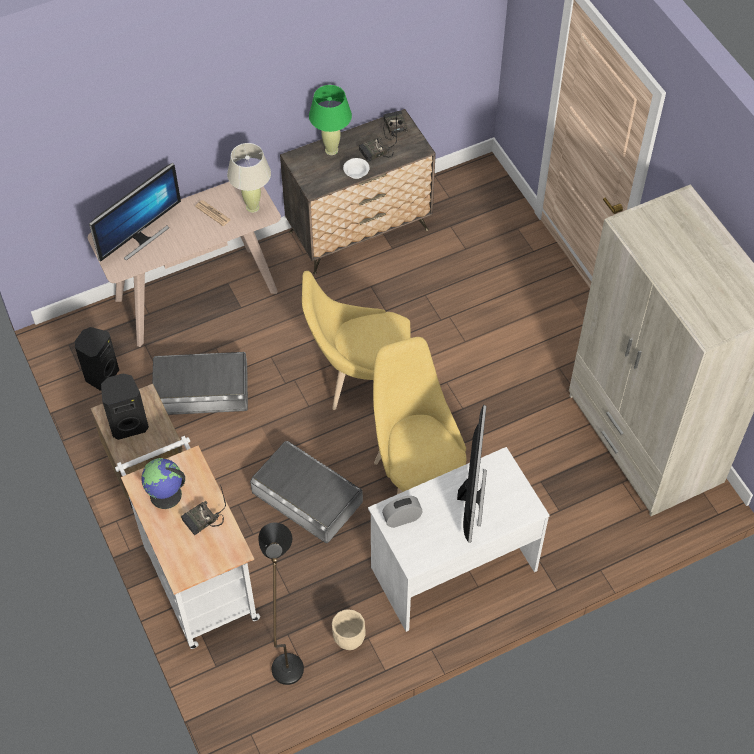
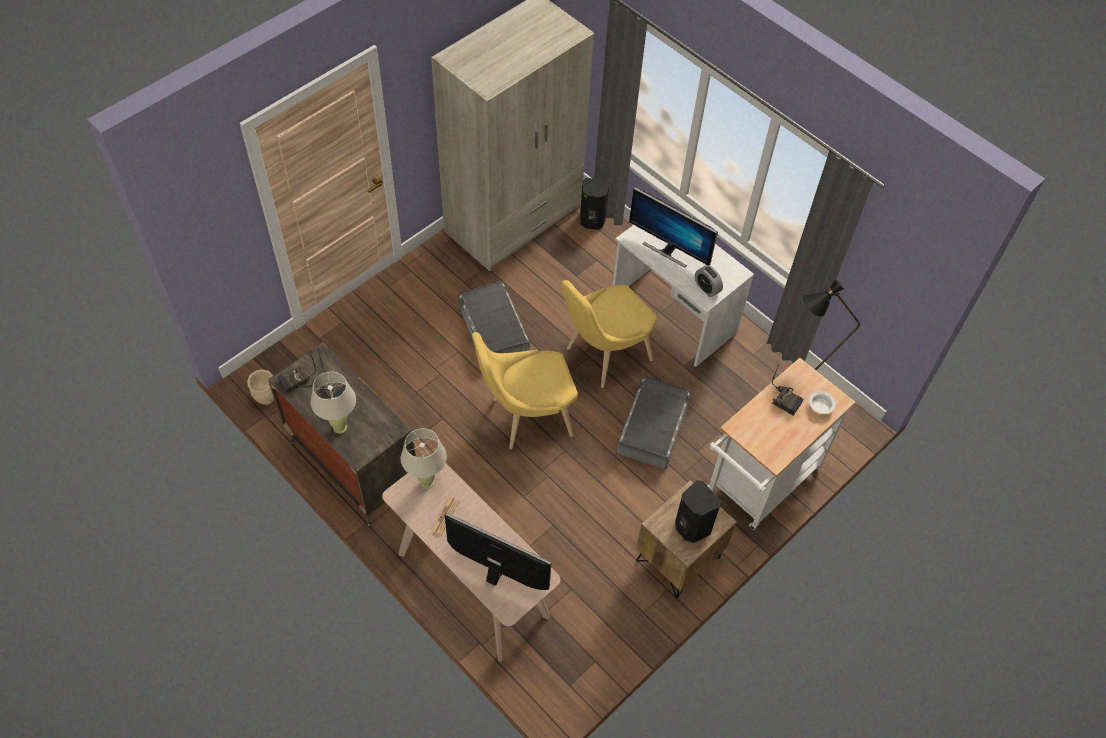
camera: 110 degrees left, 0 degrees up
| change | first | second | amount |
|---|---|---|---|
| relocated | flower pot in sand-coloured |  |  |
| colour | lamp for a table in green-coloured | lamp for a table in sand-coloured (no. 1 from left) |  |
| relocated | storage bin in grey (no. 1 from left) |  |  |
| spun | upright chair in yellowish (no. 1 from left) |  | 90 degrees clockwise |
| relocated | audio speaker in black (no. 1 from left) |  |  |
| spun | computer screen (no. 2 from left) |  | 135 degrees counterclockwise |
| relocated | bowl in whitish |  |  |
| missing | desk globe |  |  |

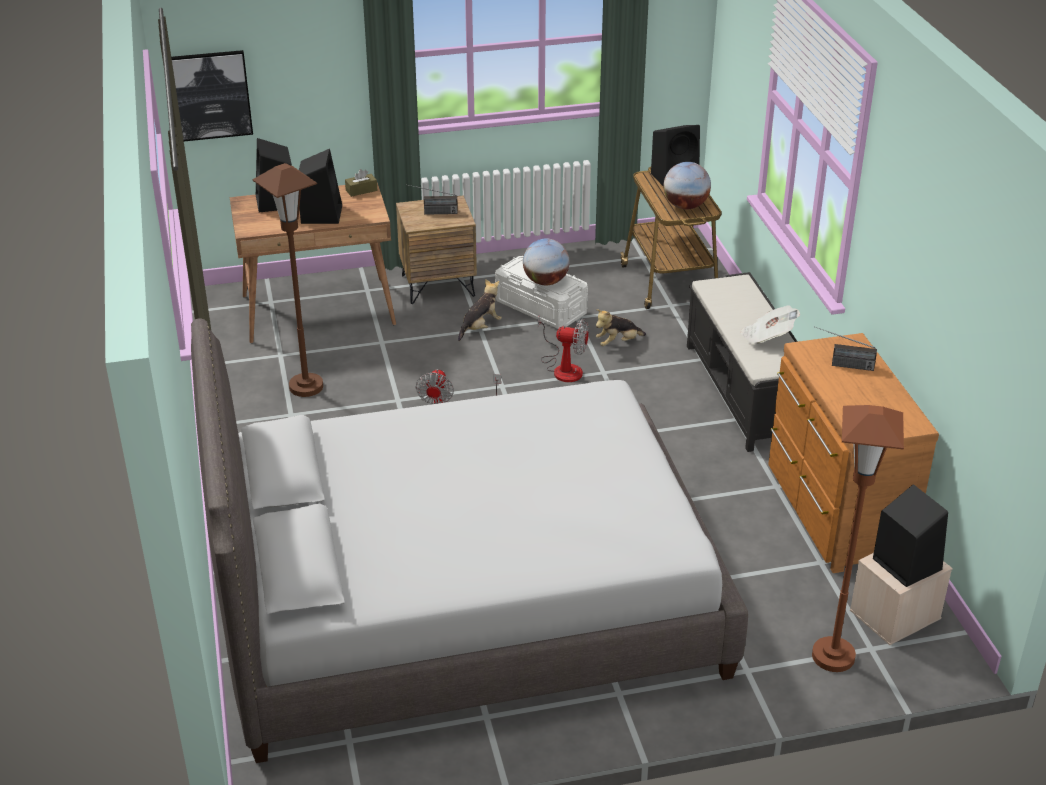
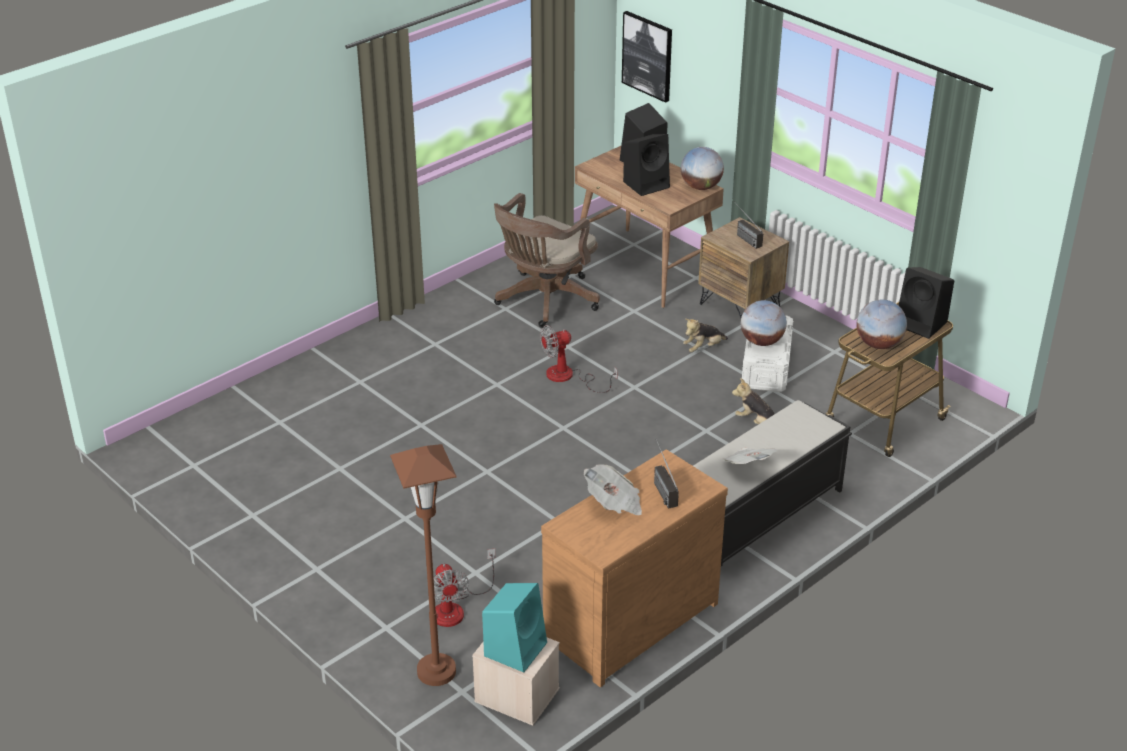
camera: 60 degrees right, 0 degrees up
| change | first | second | amount |
|---|---|---|---|
| relocated | electric fan (no. 2 from left in the first image) | electric fan (no. 1 from left) |  |
| colour | audio speaker in black (no. 4 from left) | audio speaker in turquoise |  |
| exchanged | standing lamp in brownish (no. 1 from left) | office chair in brownish |  |
| appeared |  | daily paper (no. 1 from left) |  |
| exchanged | box of tissues in brownish | desk globe (no. 1 from left) |  |
| spun | cuddly toy (no. 1 from left) |  | 135 degrees clockwise |
| missing | sleeping bed in grey |  |  |

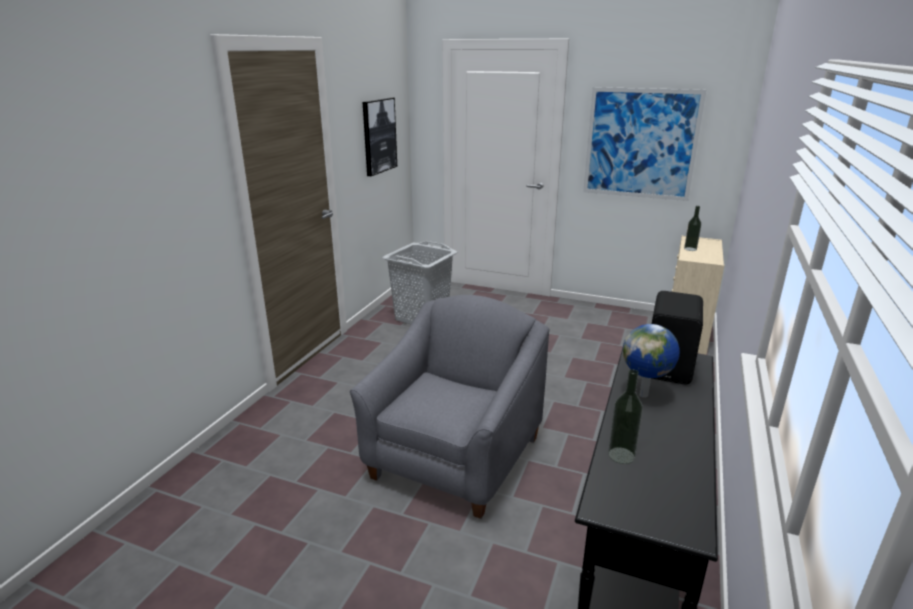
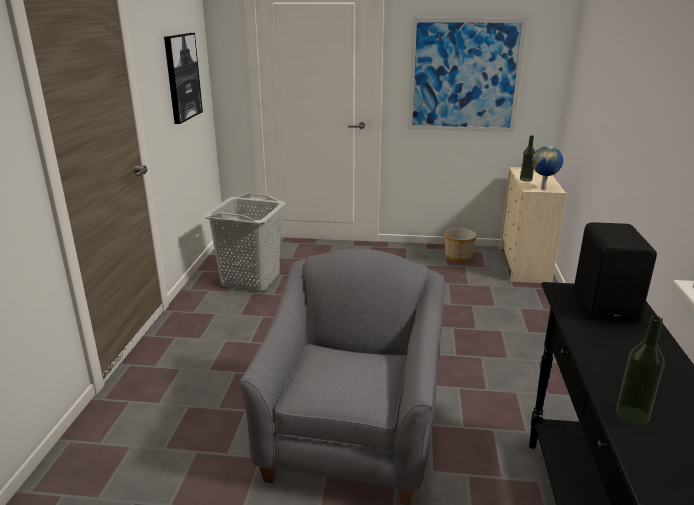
camera: 15 degrees left, 0 degrees up
| change | first | second | amount |
|---|---|---|---|
| appeared |  | flower pot |  |
| relocated | desk globe |  |  |

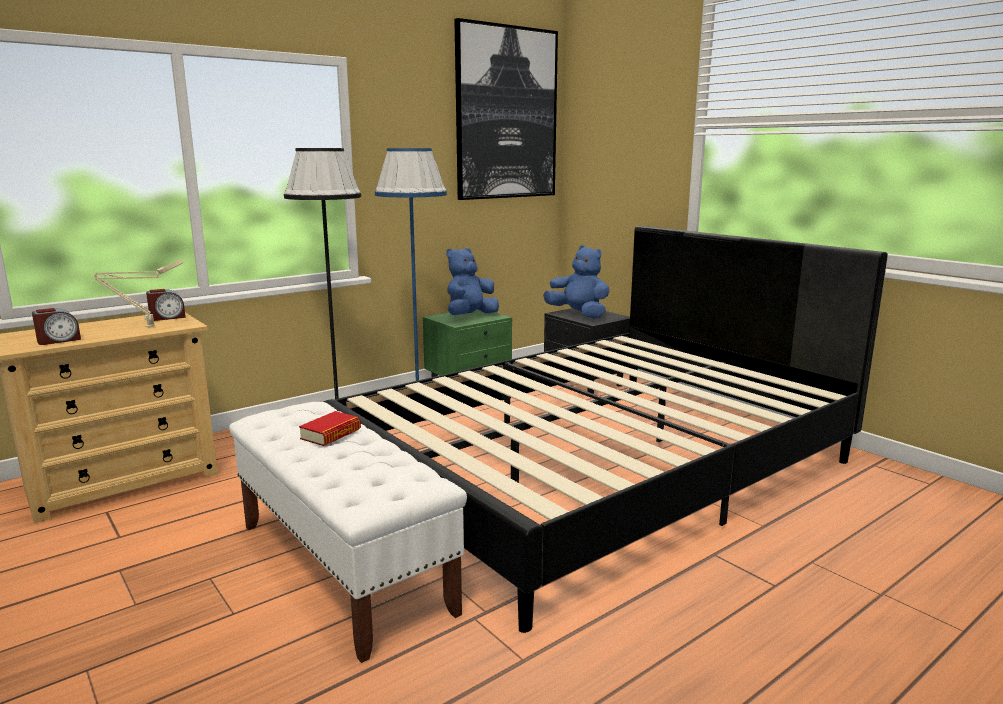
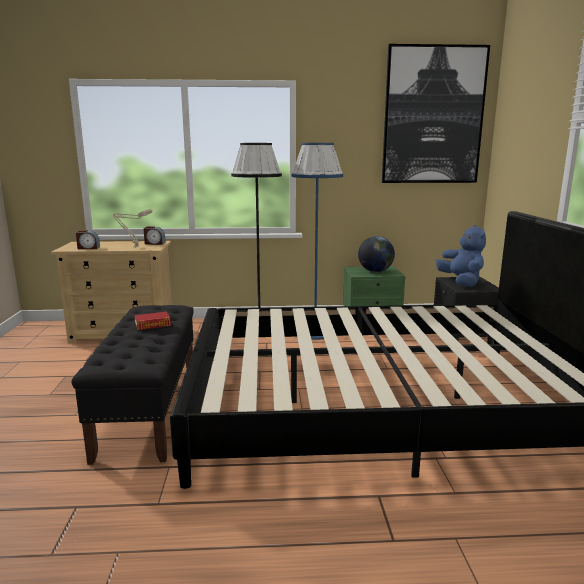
camera: 35 degrees right, 0 degrees up
| change | first | second | amount |
|---|---|---|---|
| colour | long seat in whitish | long seat in black |  |
| exchanged | cuddly toy in blue (no. 1 from left) | desk globe |  |

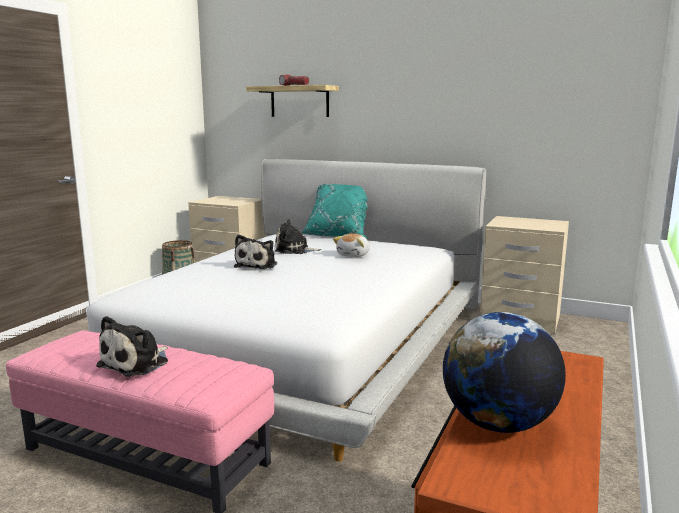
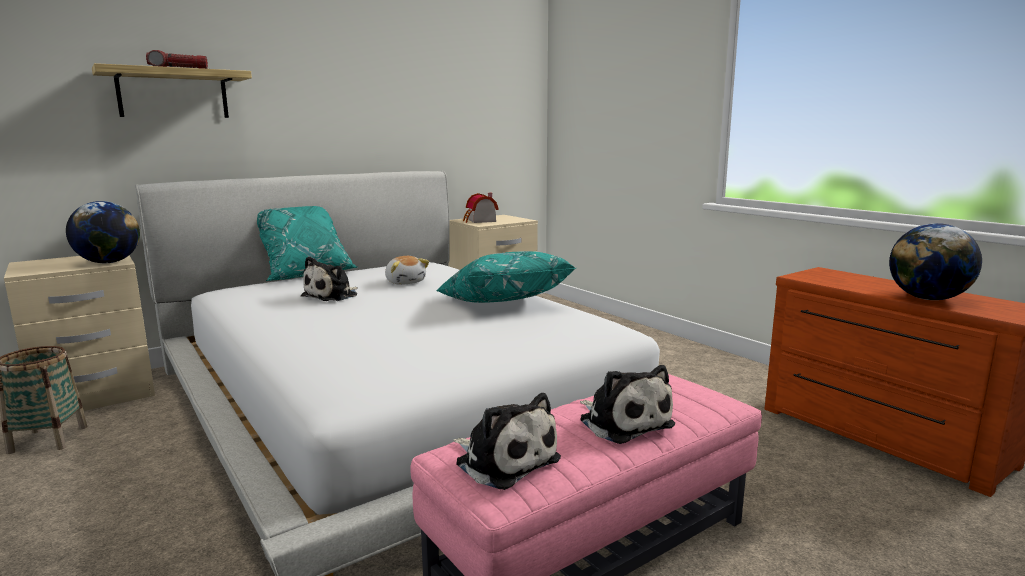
camera: 60 degrees left, 0 degrees up
| change | first | second | amount |
|---|---|---|---|
| appeared |  | desk globe (no. 1 from left) |  |
| appeared |  | throw pillow in turquoise (no. 2 from left) |  |
| relocated | cuddly toy (no. 2 from left in the first image) | cuddly toy (no. 3 from left) |  |
| appeared |  | model house |  |

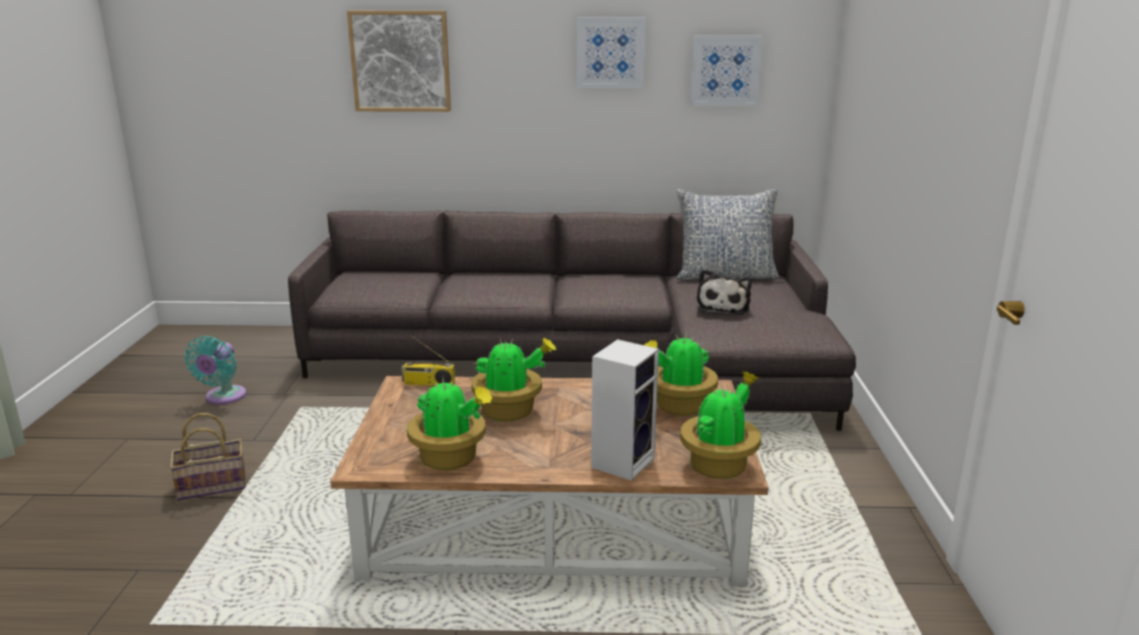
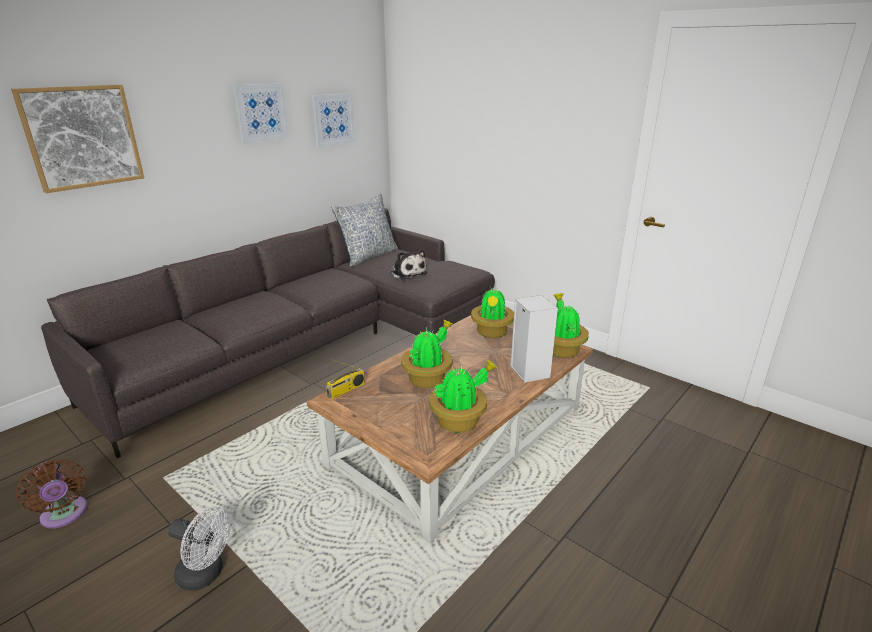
camera: 50 degrees left, 5 degrees up
| change | first | second | amount |
|---|---|---|---|
| colour | electric fan in turquoise | electric fan in brownish |  |
| exchanged | storage basket | electric fan in whitish |  |

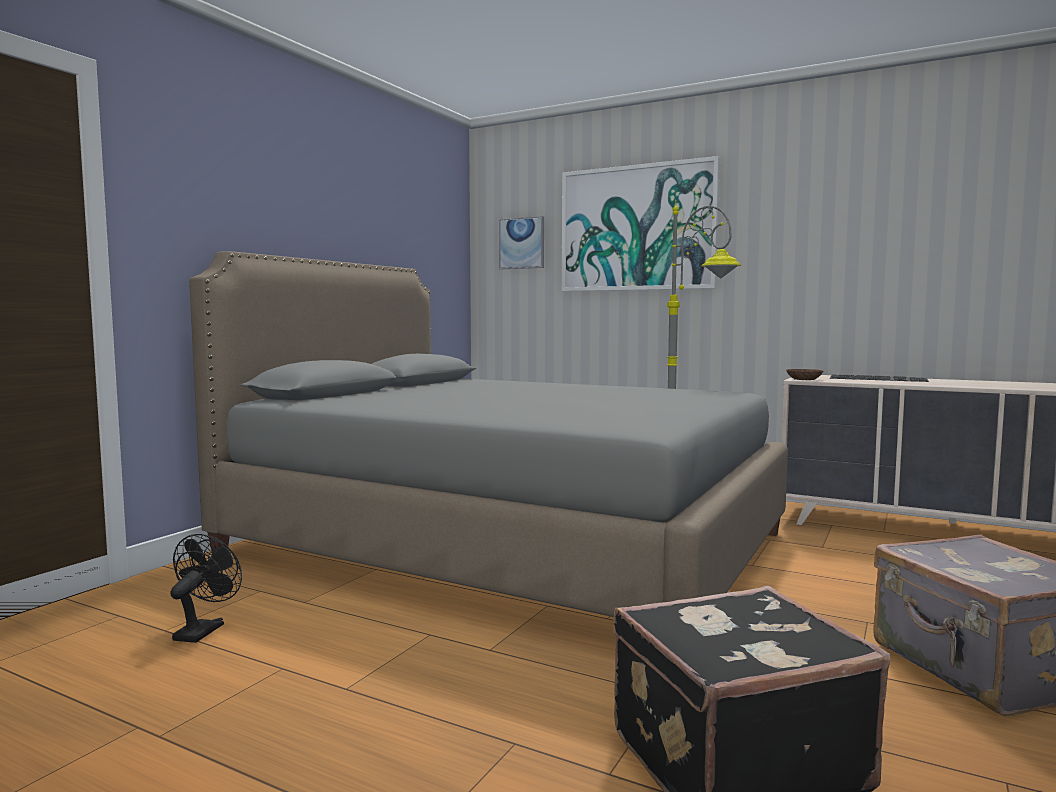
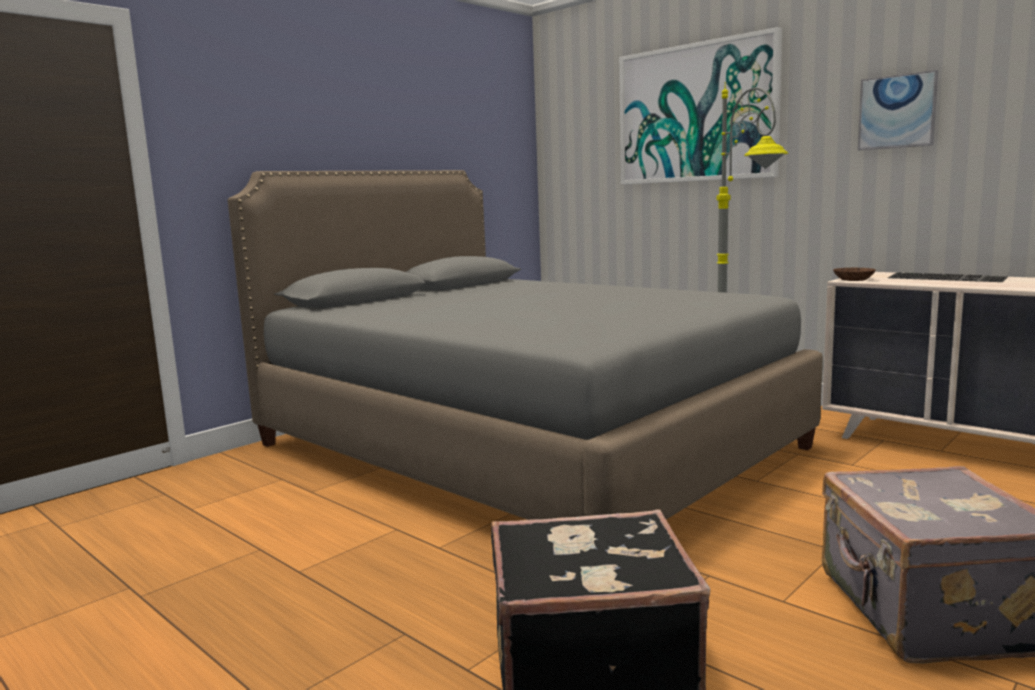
camera: 15 degrees right, 5 degrees up
| change | first | second | amount |
|---|---|---|---|
| relocated | wall art (no. 1 from left in the first image) | wall art (no. 2 from left) |  |
| missing | electric fan in black |  |  |

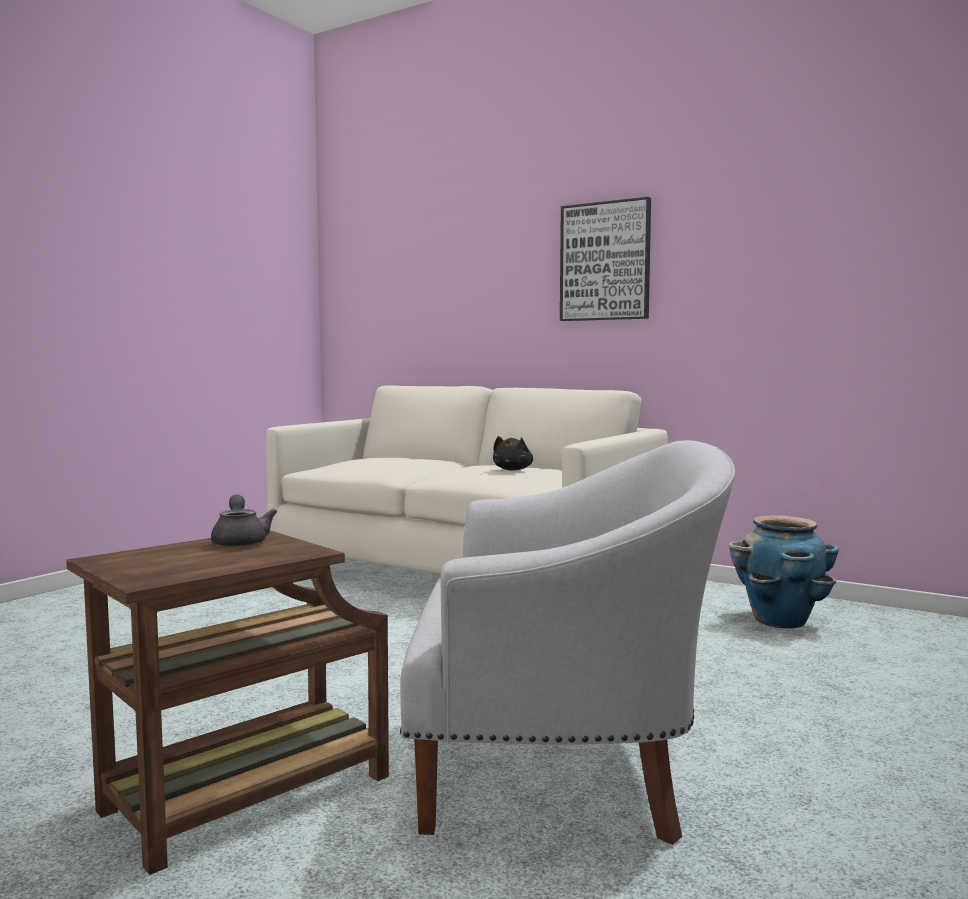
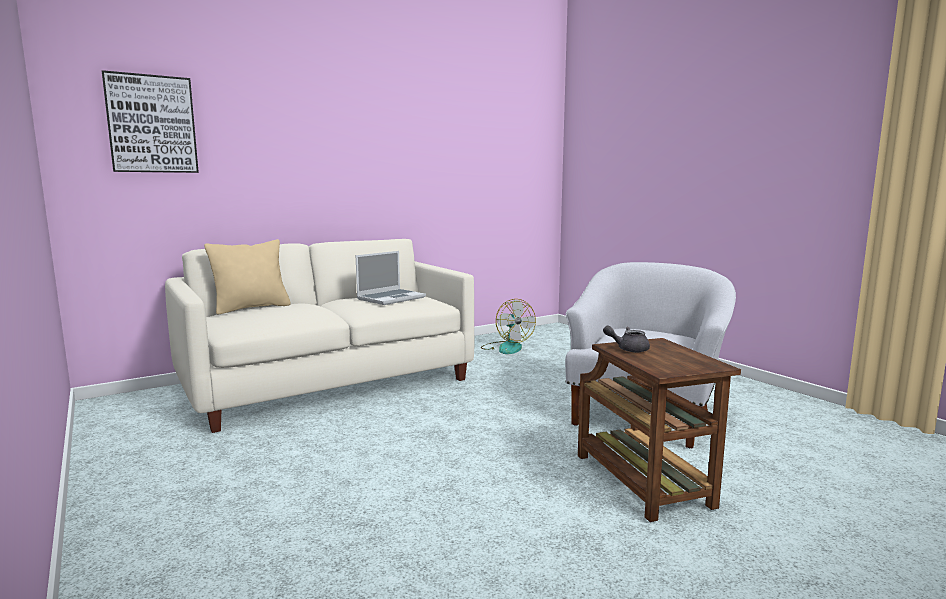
camera: 65 degrees left, 5 degrees up
| change | first | second | amount |
|---|---|---|---|
| relocated | wall art |  |  |
| appeared |  | throw pillow in sand-coloured |  |
| exchanged | cuddly toy in black | notebook computer |  |
| exchanged | flower pot | electric fan |  |

